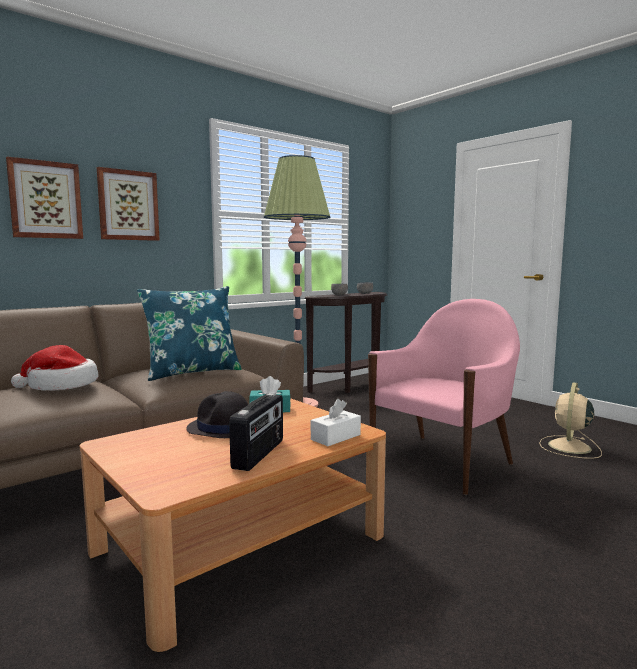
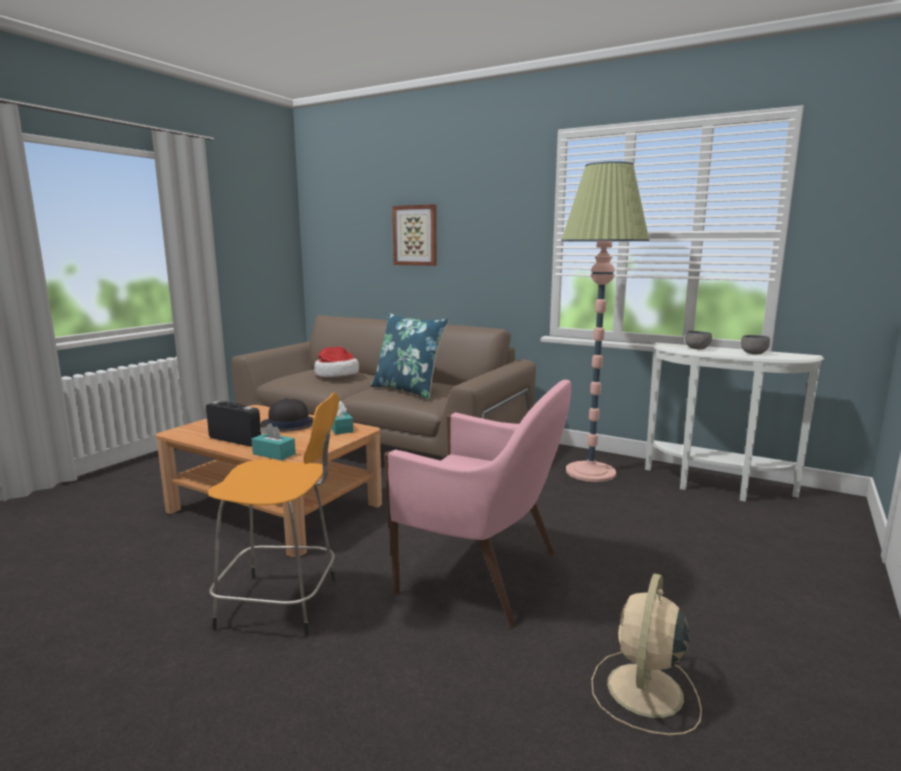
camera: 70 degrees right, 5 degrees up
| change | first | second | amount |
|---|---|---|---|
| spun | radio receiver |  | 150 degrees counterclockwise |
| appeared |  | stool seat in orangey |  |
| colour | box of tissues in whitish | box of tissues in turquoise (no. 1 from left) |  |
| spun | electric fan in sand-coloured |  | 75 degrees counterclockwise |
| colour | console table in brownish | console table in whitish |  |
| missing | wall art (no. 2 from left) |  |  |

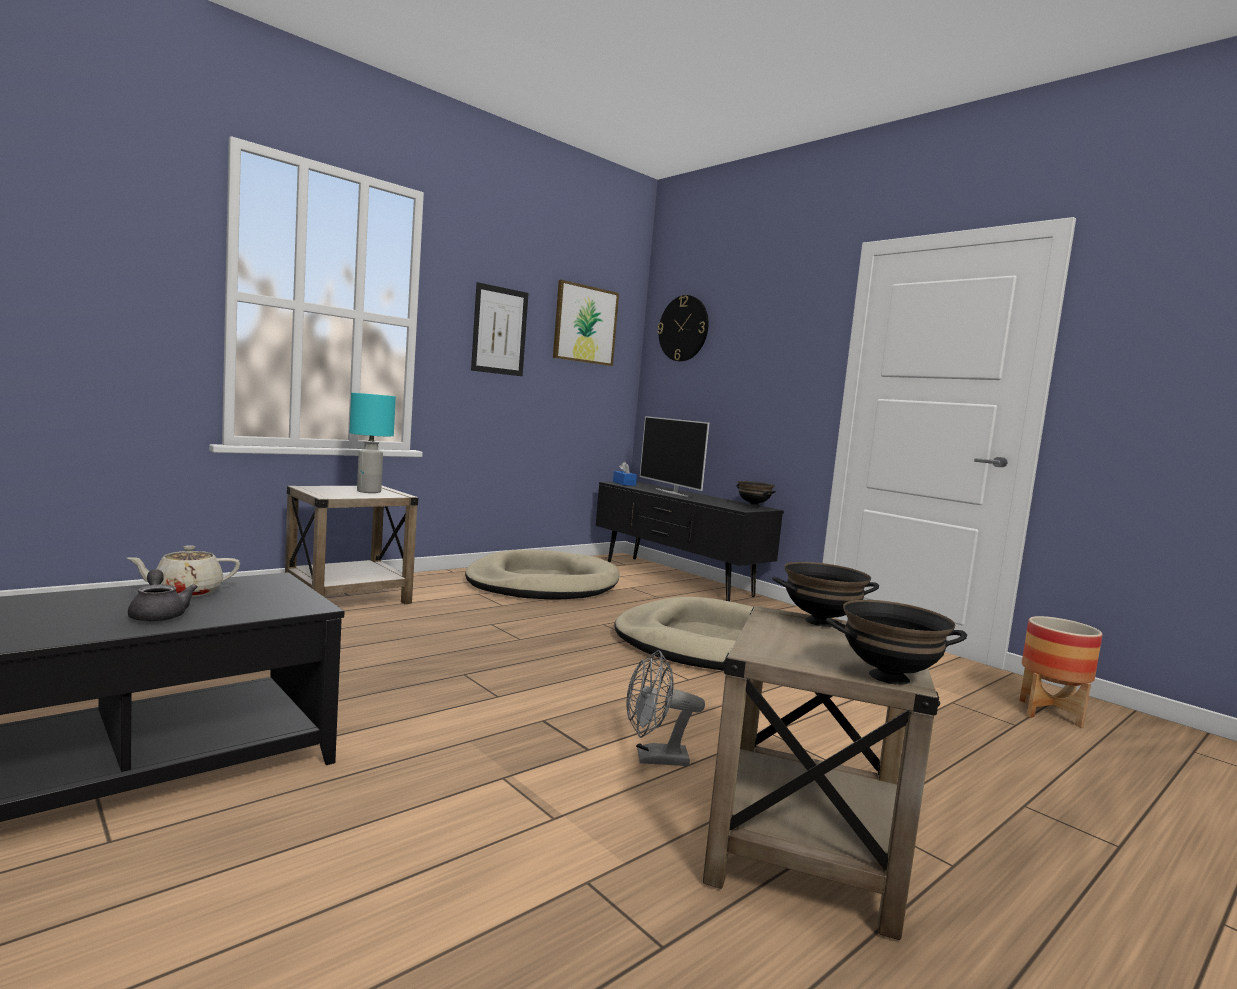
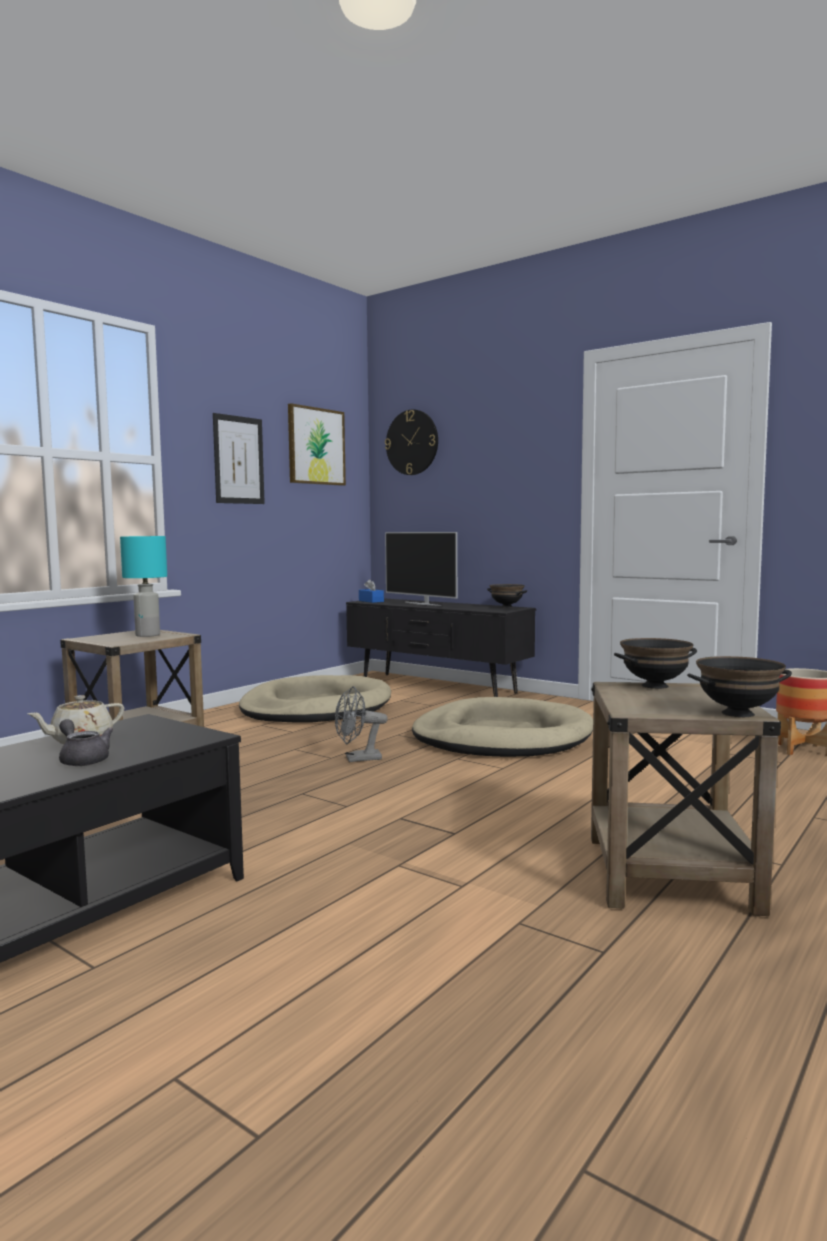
camera: 10 degrees left, 0 degrees up
| change | first | second | amount |
|---|---|---|---|
| relocated | electric fan in grey |  |  |

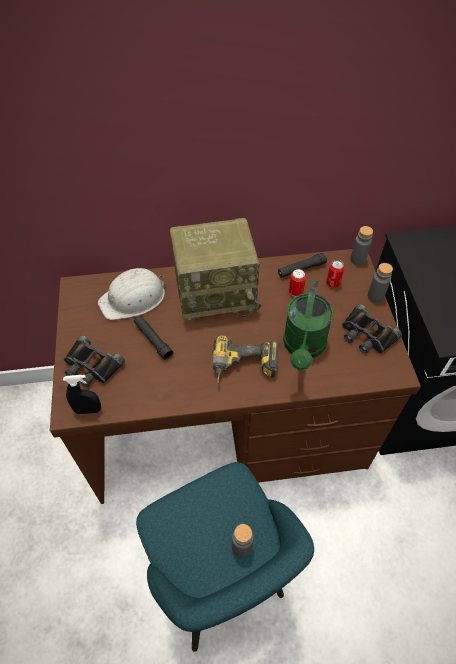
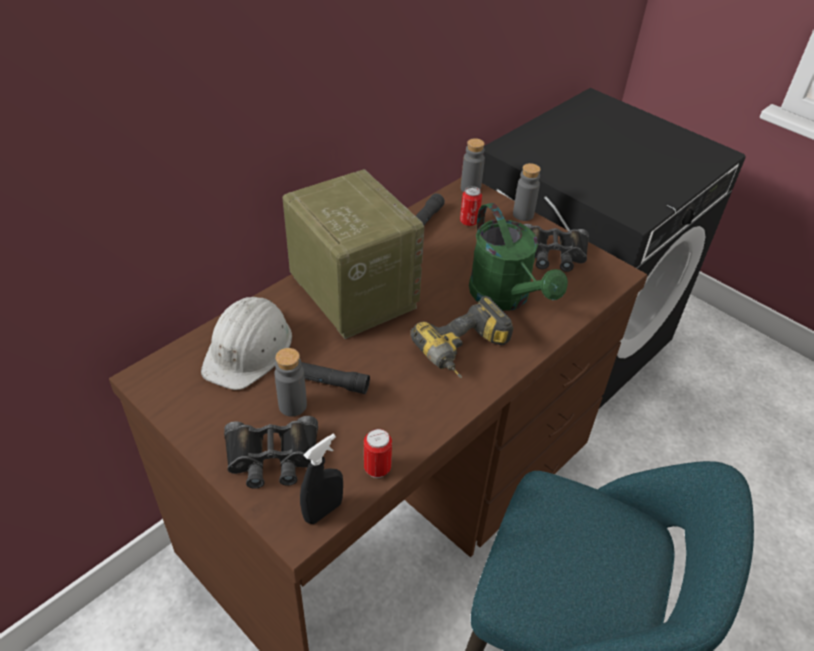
camera: 40 degrees left, 10 degrees down
| change | first | second | amount |
|---|---|---|---|
| relocated | beverage bottle in grey (no. 1 from left) |  |  |
| spun | radio receiver |  | 75 degrees counterclockwise |
| relocated | metal can (no. 1 from left) |  |  |

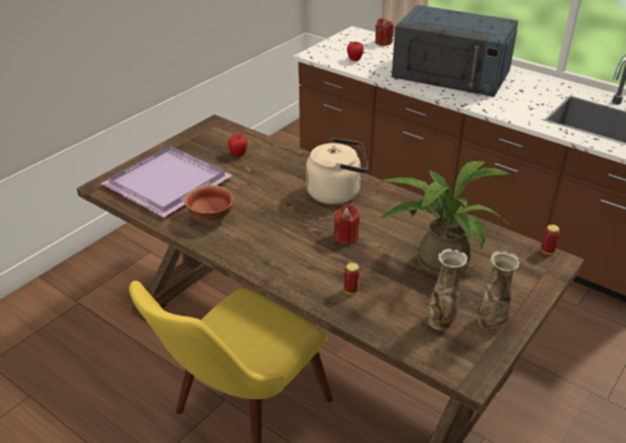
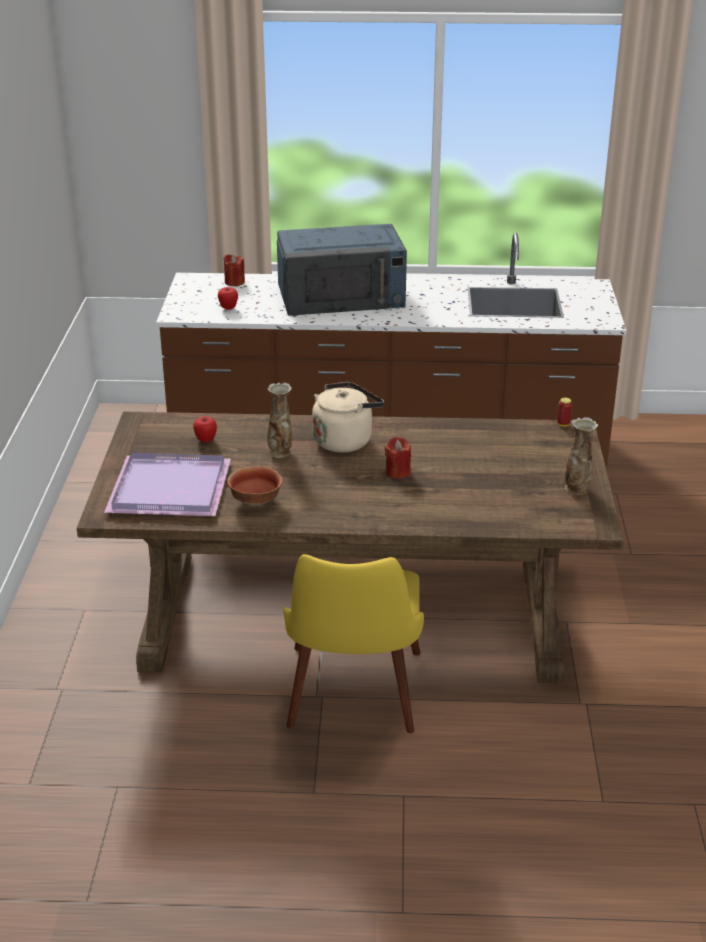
camera: 35 degrees left, 5 degrees down
| change | first | second | amount |
|---|---|---|---|
| relocated | vase (no. 1 from left) |  |  |
| missing | metal can (no. 1 from left) |  |  |
| missing | houseplant |  |  |

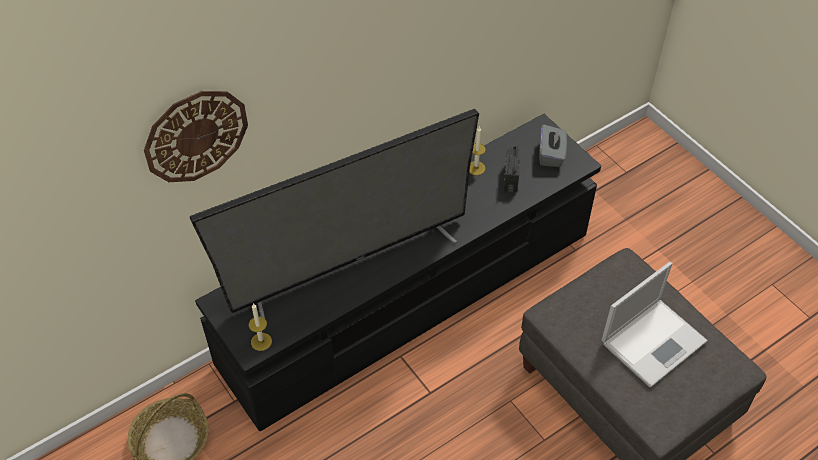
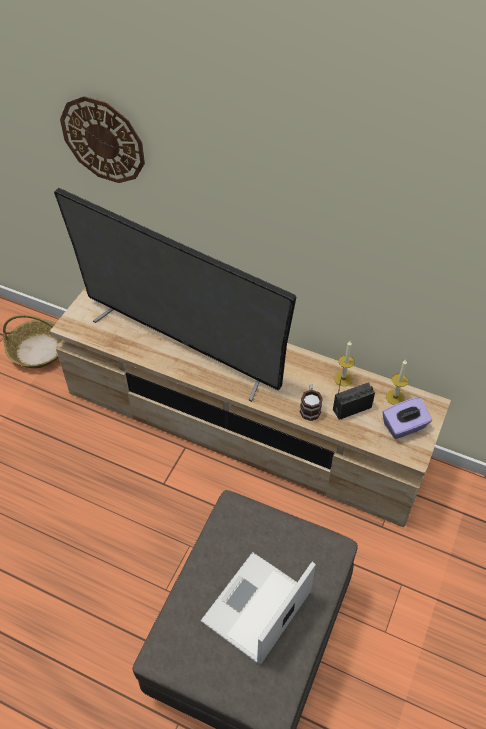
camera: 60 degrees right, 0 degrees up
| change | first | second | amount |
|---|---|---|---|
| colour | tv stand in black | tv stand in sand-coloured |  |
| spun | notebook computer |  | 105 degrees clockwise |
| appeared |  | coffee mug |  |
| colour | box of tissues in grey | box of tissues in purplish |  |
| relocated | candle (no. 1 from left in the first image) | candle (no. 2 from left) |  |

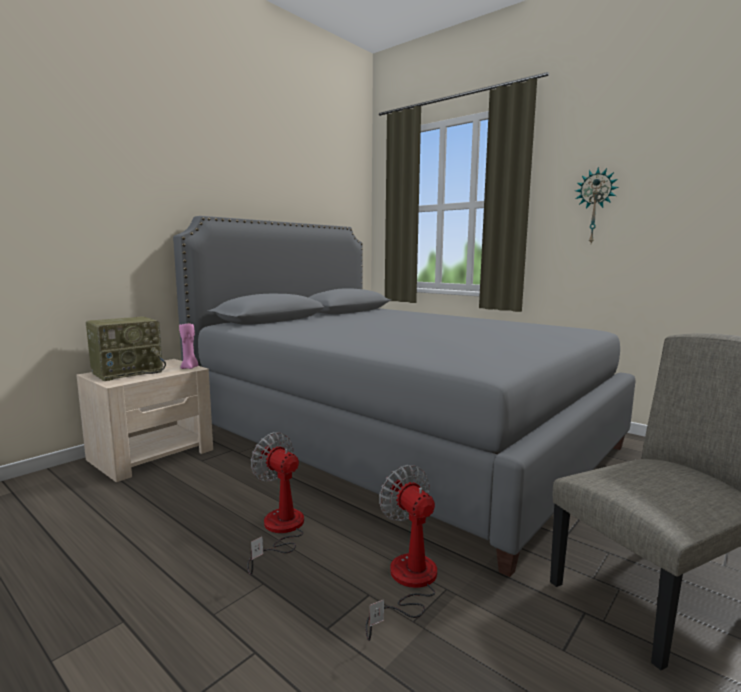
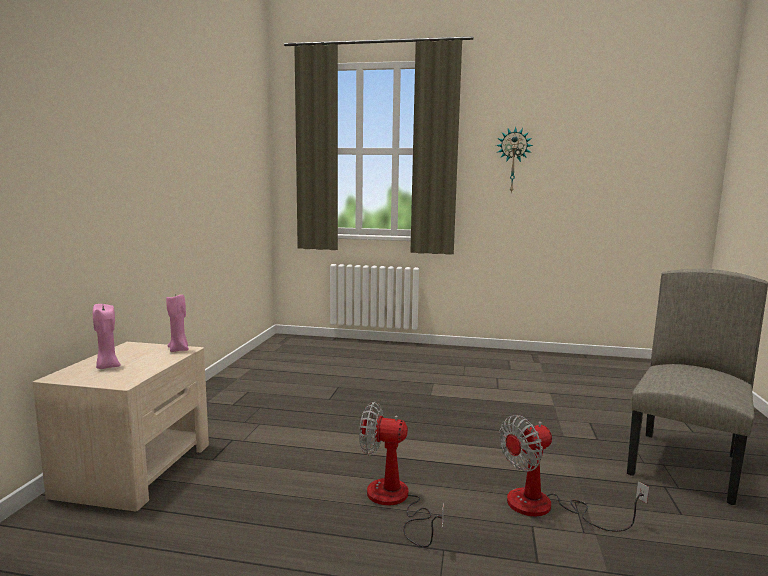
camera: 30 degrees left, 0 degrees up
| change | first | second | amount |
|---|---|---|---|
| exchanged | radio receiver | candle in pink-coloured (no. 1 from left) |  |
| spun | electric fan (no. 2 from left) |  | 60 degrees counterclockwise |
| missing | sleeping bed in grey |  |  |

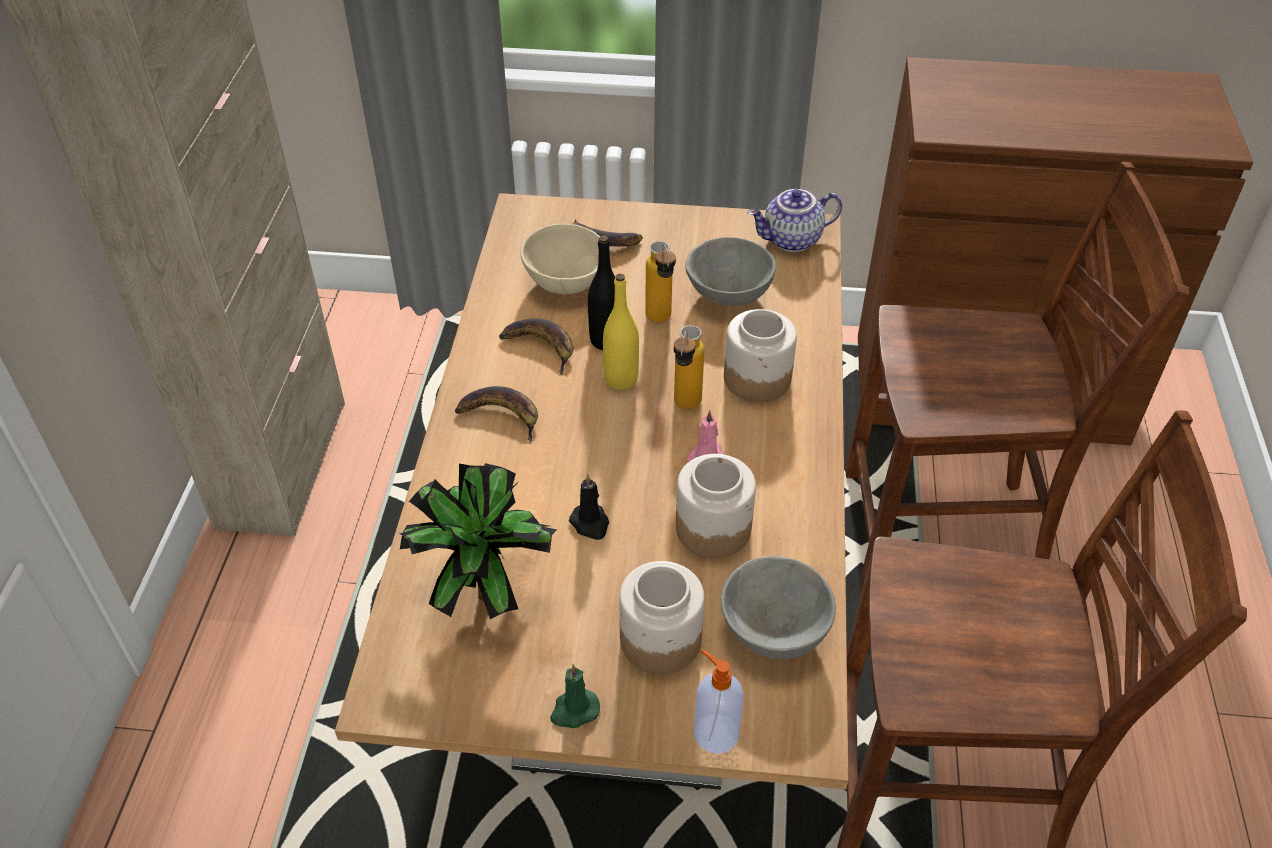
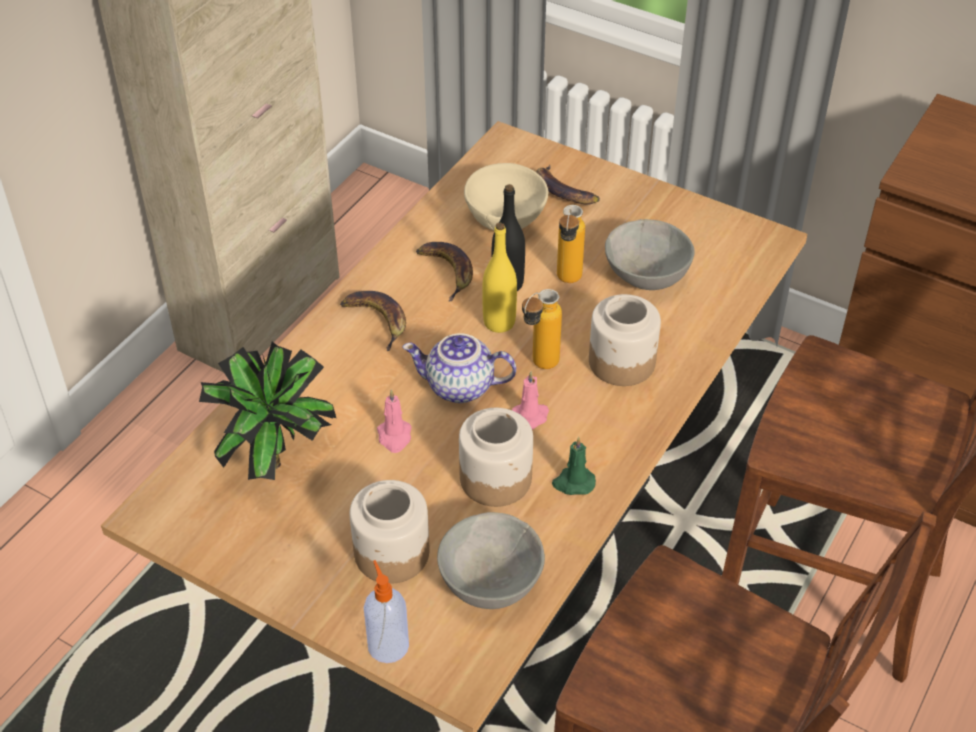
camera: 25 degrees right, 0 degrees up
| change | first | second | amount |
|---|---|---|---|
| colour | candle in black | candle in pink-coloured (no. 1 from left) |  |
| relocated | pot for tea |  |  |
| relocated | candle in green-coloured |  |  |

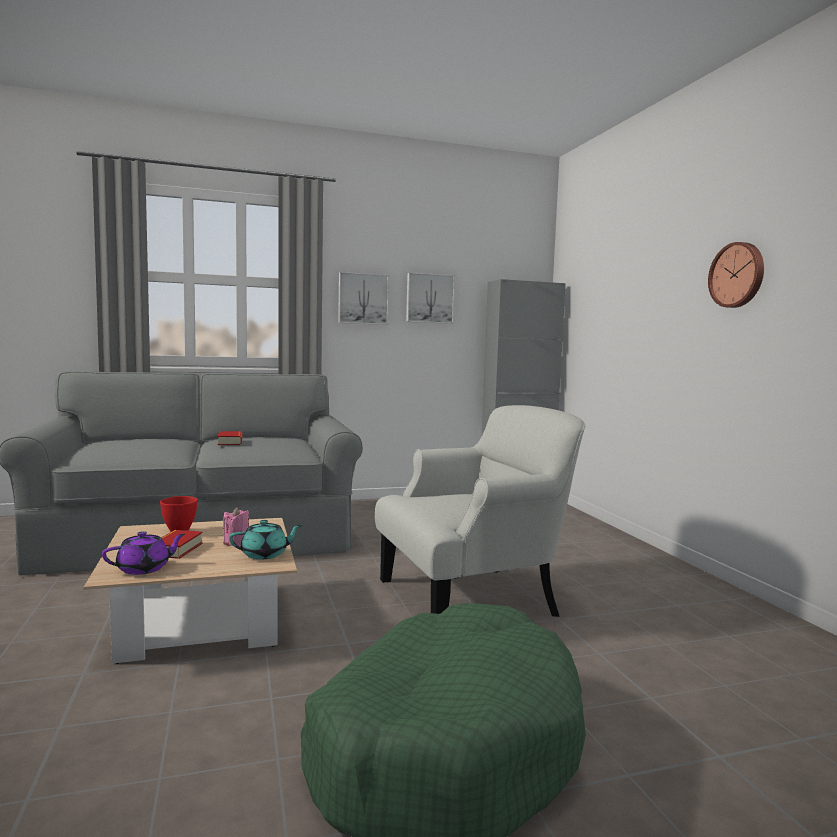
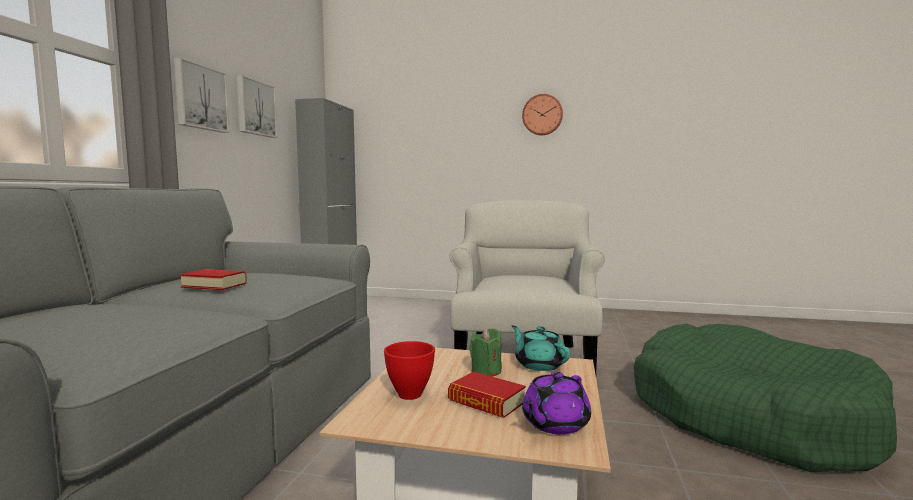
camera: 60 degrees left, 0 degrees up
| change | first | second | amount |
|---|---|---|---|
| colour | candle in pink-coloured | candle in green-coloured |  |
| spun | pot for tea in turquoise |  | 45 degrees counterclockwise |
| spun | pot for tea in purplish |  | 135 degrees counterclockwise |

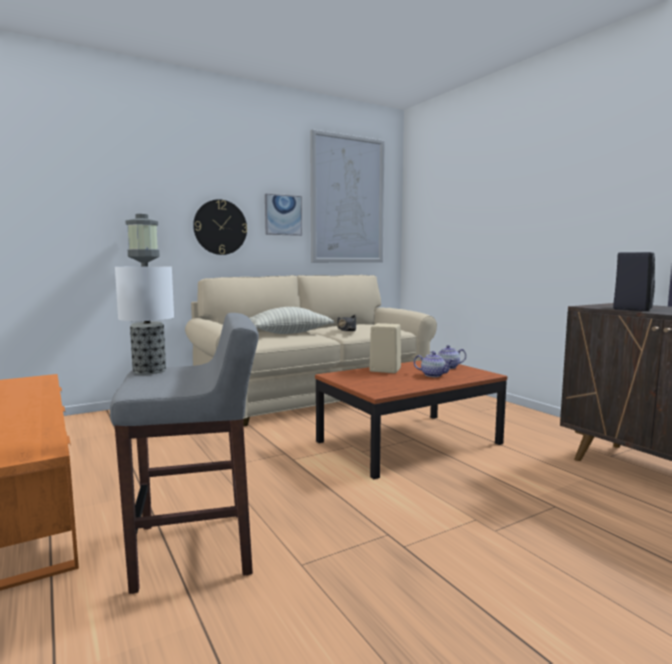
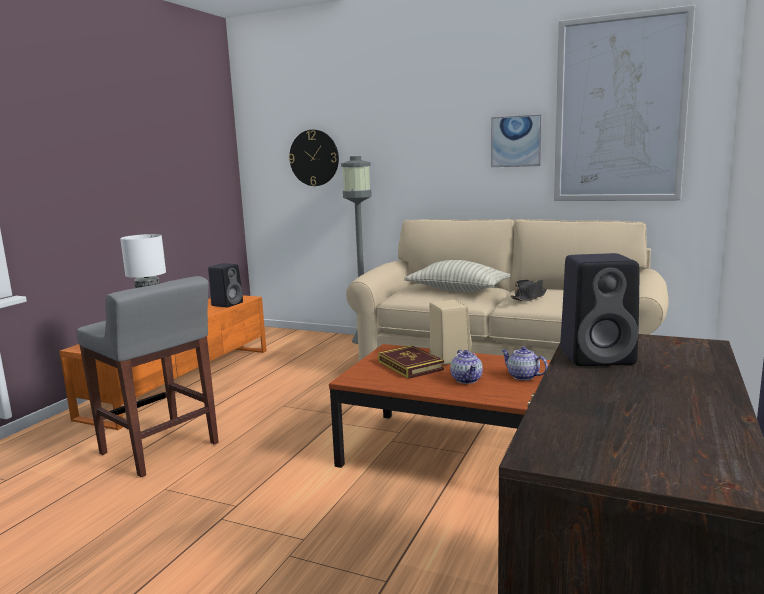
camera: 55 degrees right, 5 degrees up
| change | first | second | amount |
|---|---|---|---|
| appeared |  | audio speaker in black (no. 1 from left) |  |
| relocated | hanging clock |  |  |
| appeared |  | volume |  |

